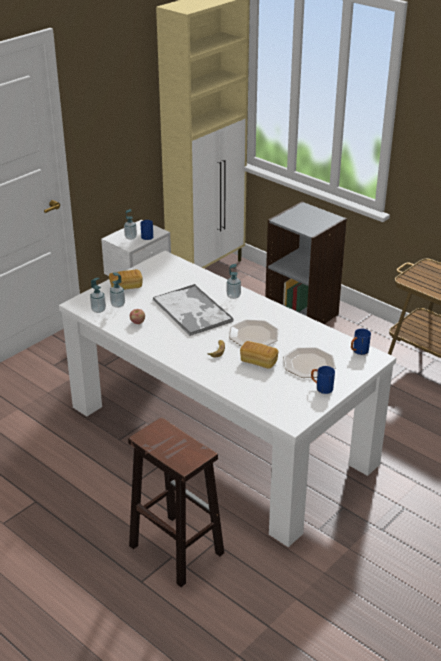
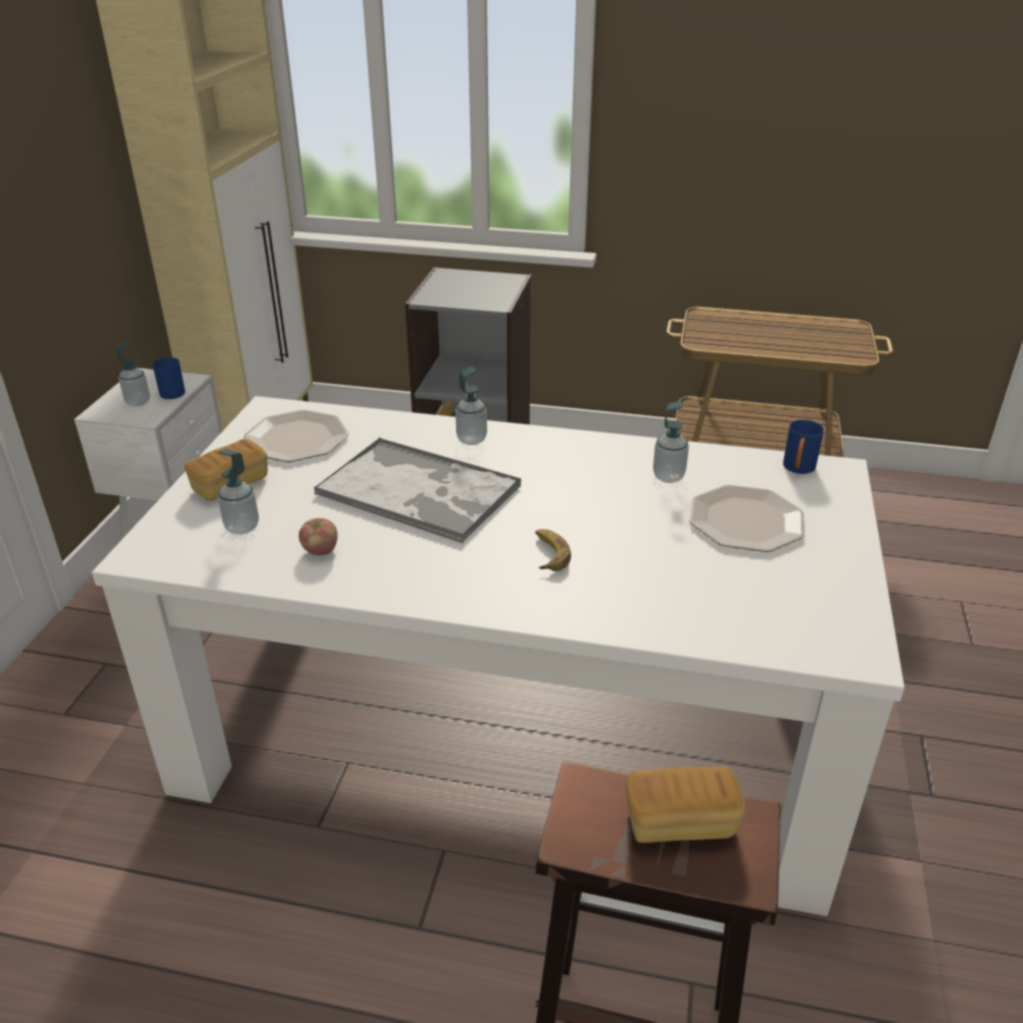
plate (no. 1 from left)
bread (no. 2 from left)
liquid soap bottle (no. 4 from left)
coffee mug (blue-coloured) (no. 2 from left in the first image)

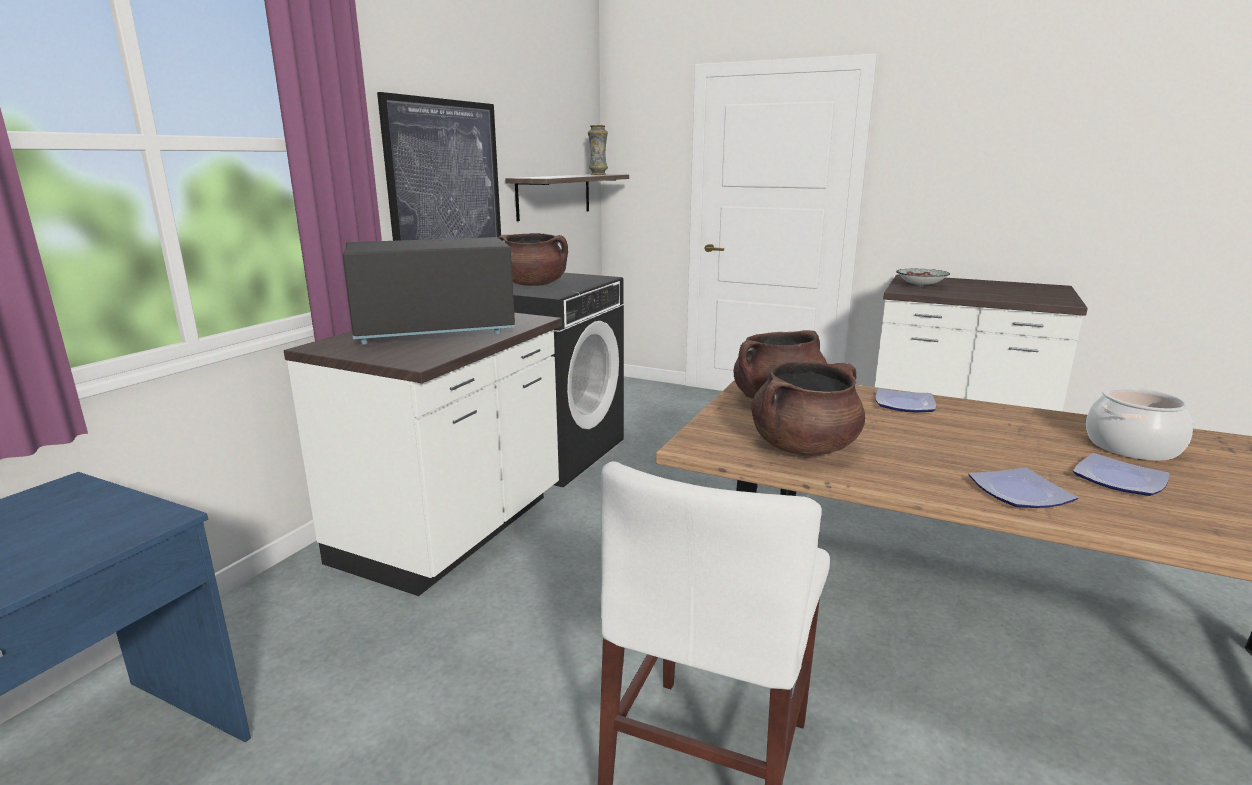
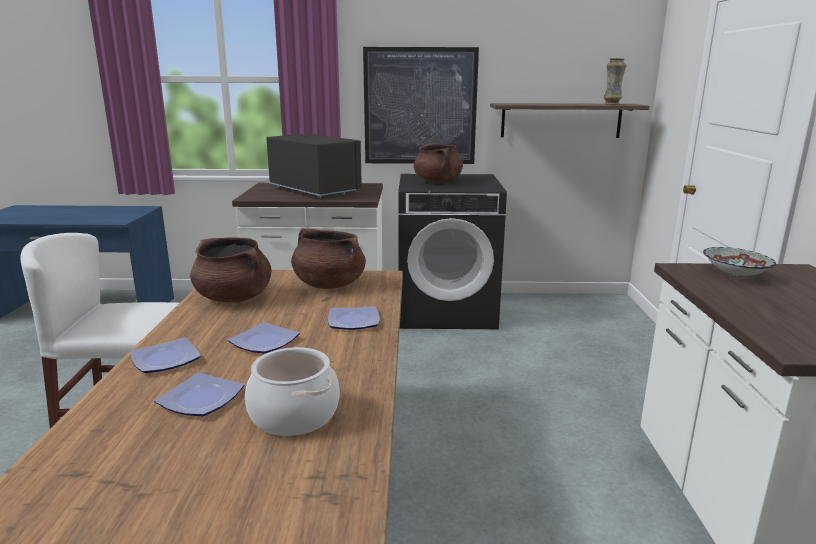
plate (no. 3 from left)

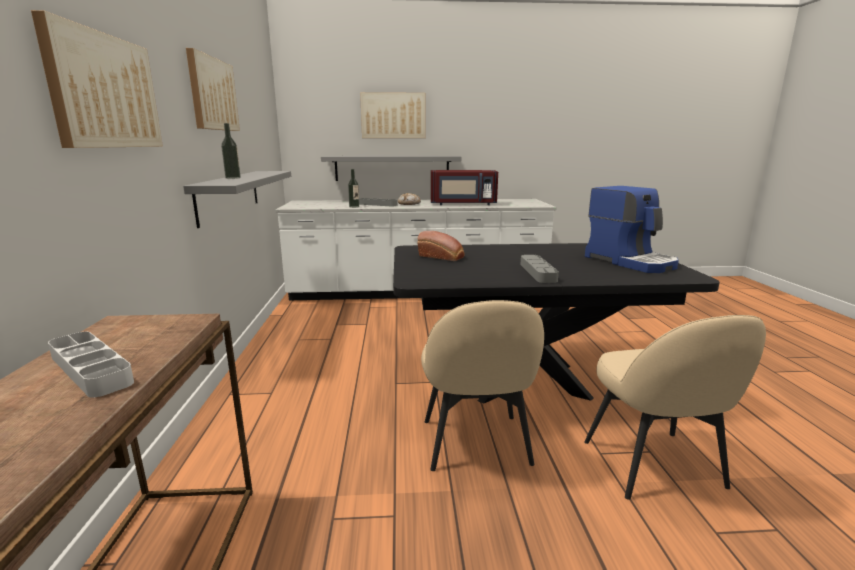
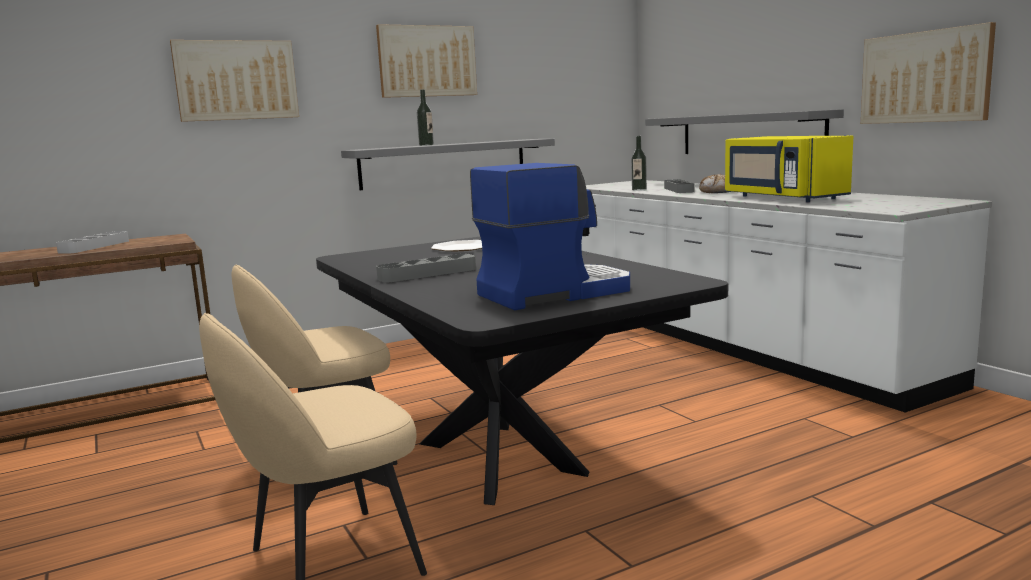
plate
coffee machine
kitchen microwave (yellowish)
wall art (no. 3 from left)

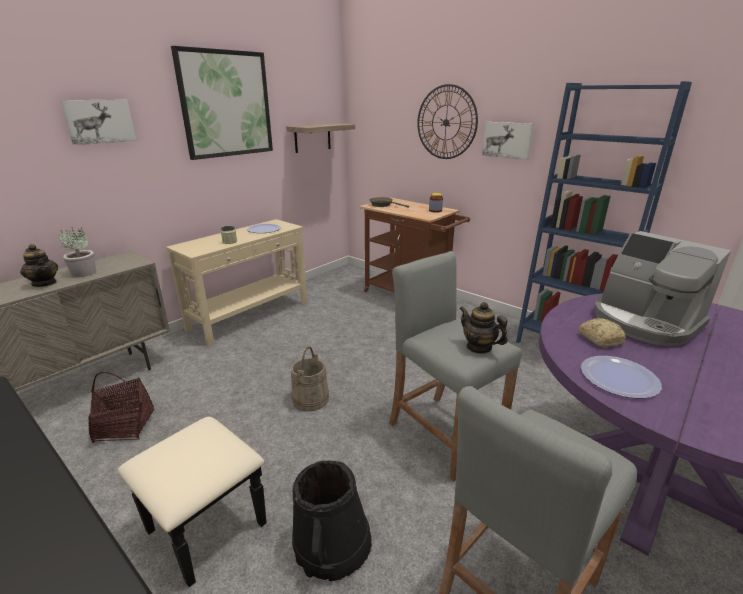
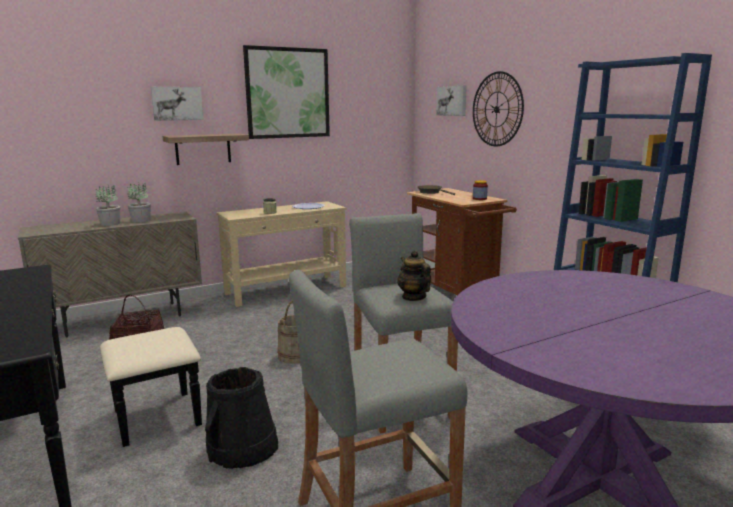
plant in a pot (no. 1 from left)
shelf
wall art (no. 3 from left)
bread
plate (no. 2 from left in the first image)
coffee machine

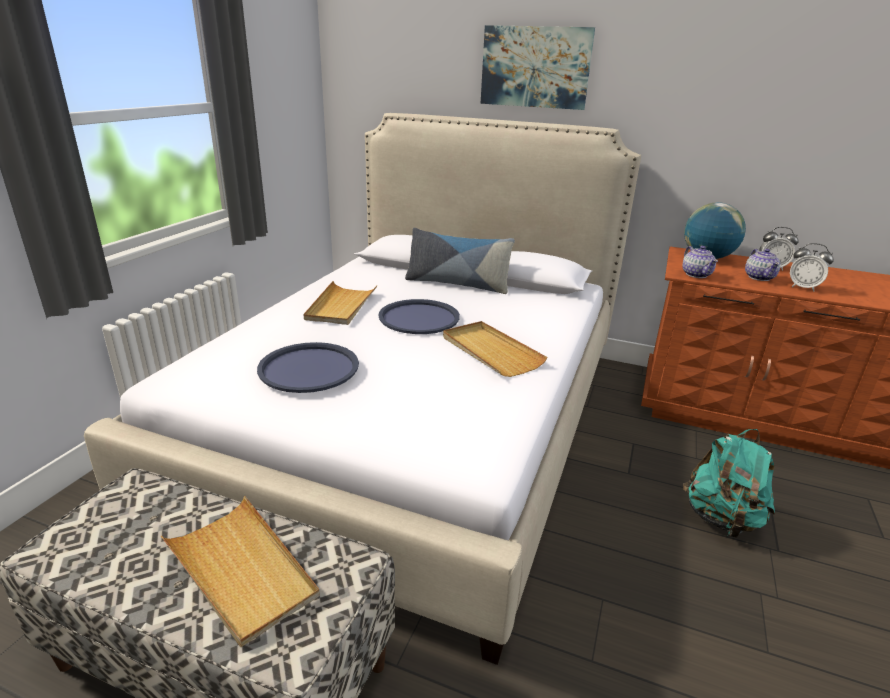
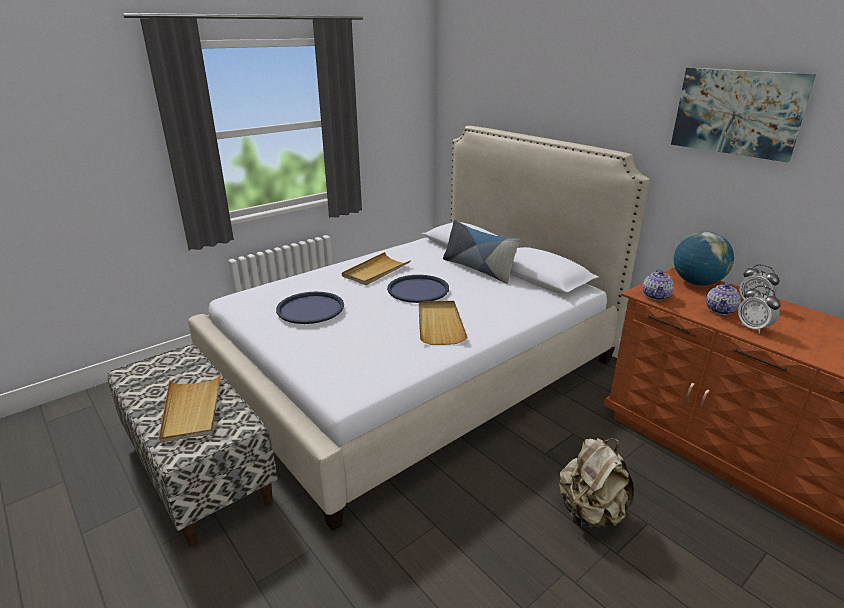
knapsack (beige)
wall art

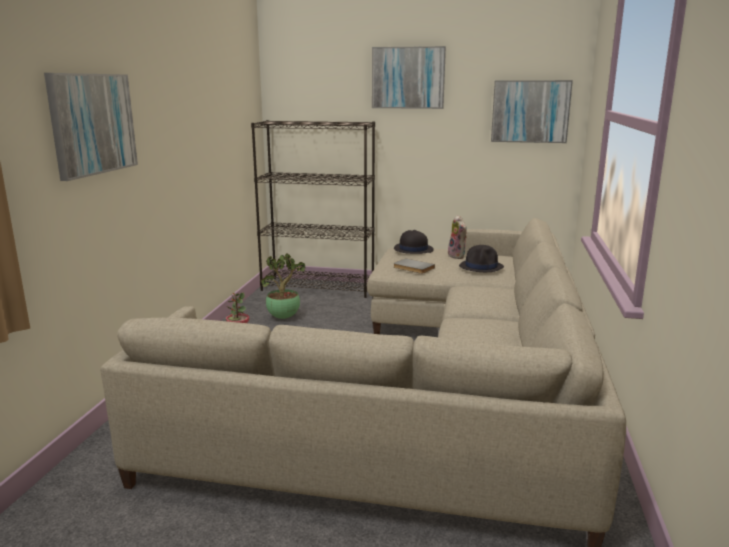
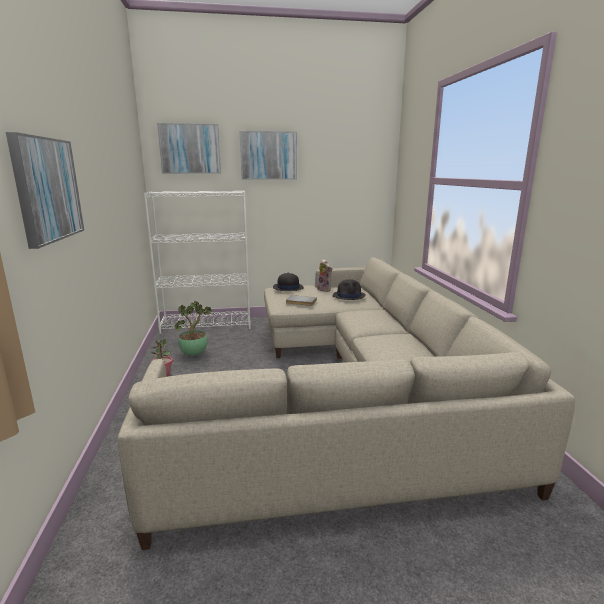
shelving unit (white-coloured)
wall art (no. 2 from left)

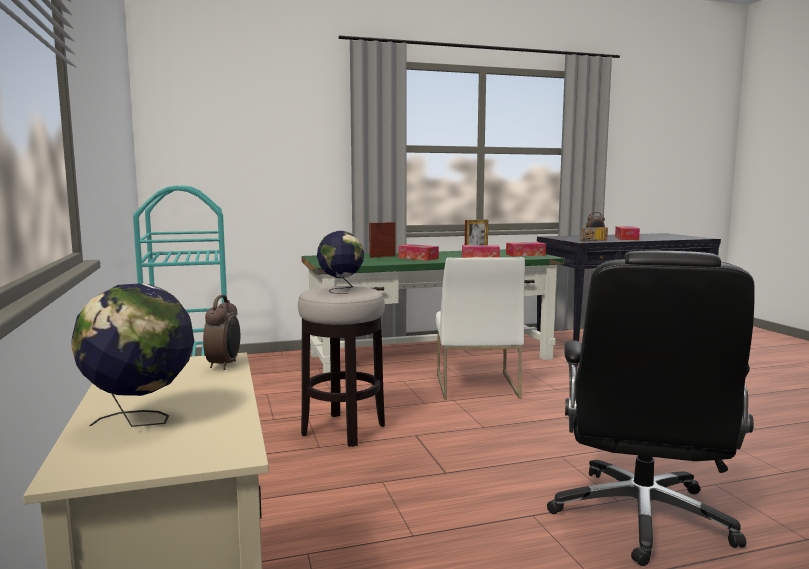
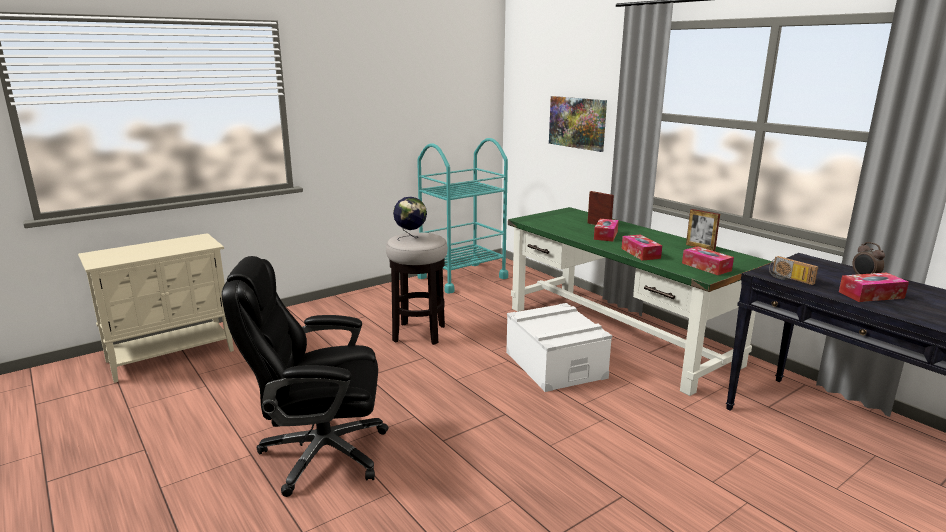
storage container (white-coloured)
wall art
desk globe (no. 1 from left in the first image)
table clock (no. 1 from left in the first image)

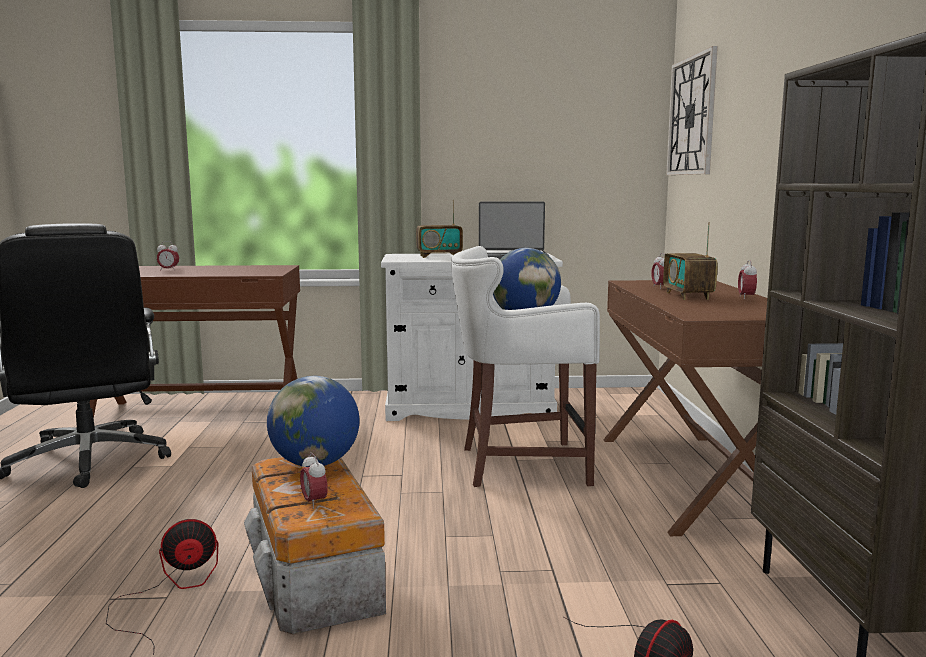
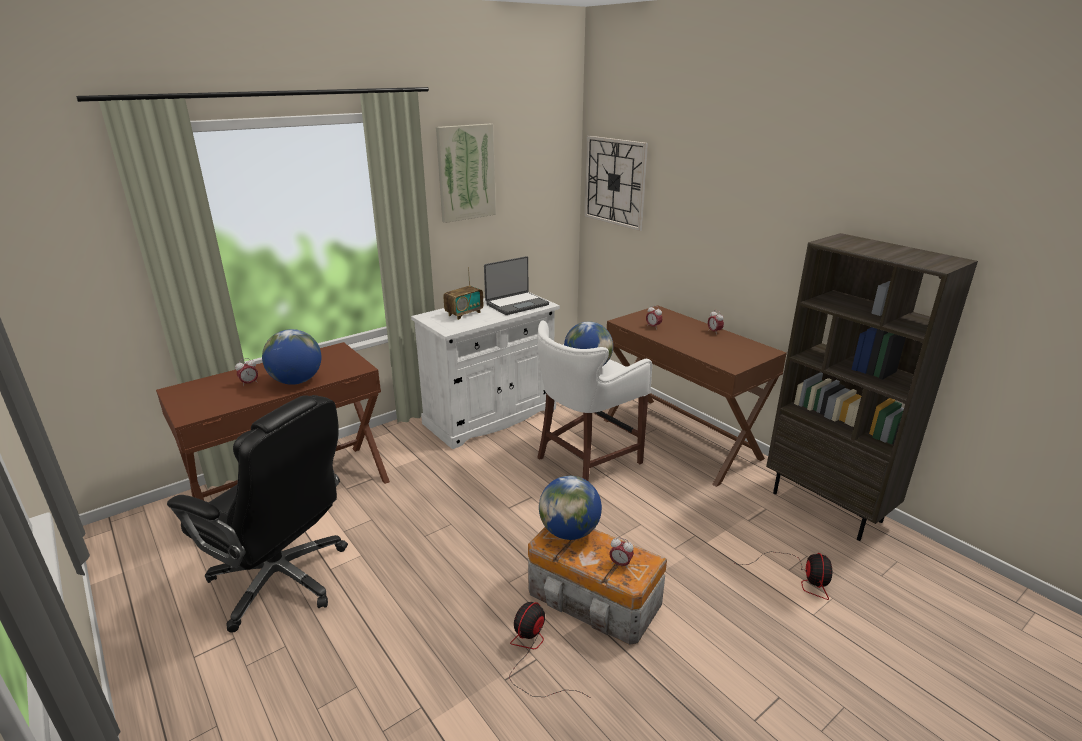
desk globe (no. 1 from left)
wall art
radio set (no. 2 from left in the first image)

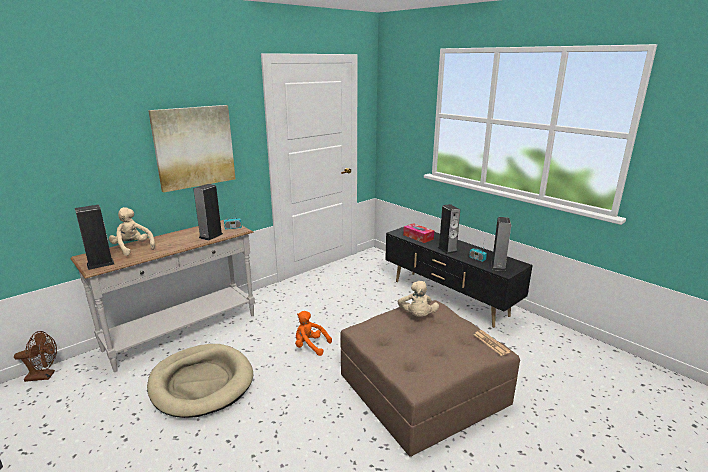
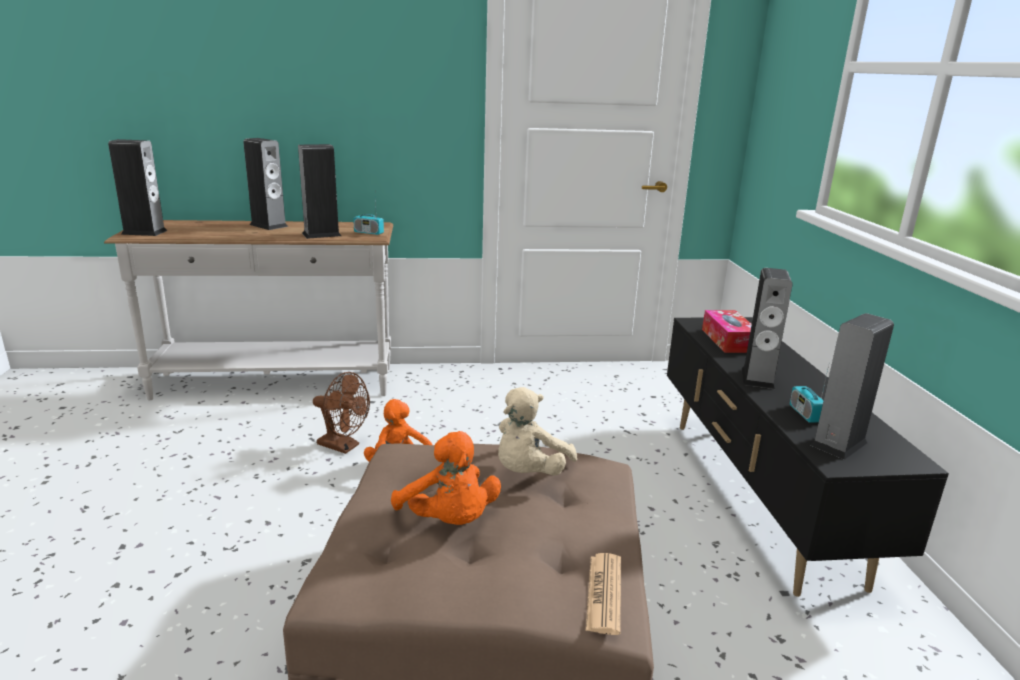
audio speaker (no. 2 from left)
cooling fan (brown-coloured)
soft toy (orange) (no. 2 from left)
soft toy (beige) (no. 1 from left in the first image)
pet bed (beige)
wall art

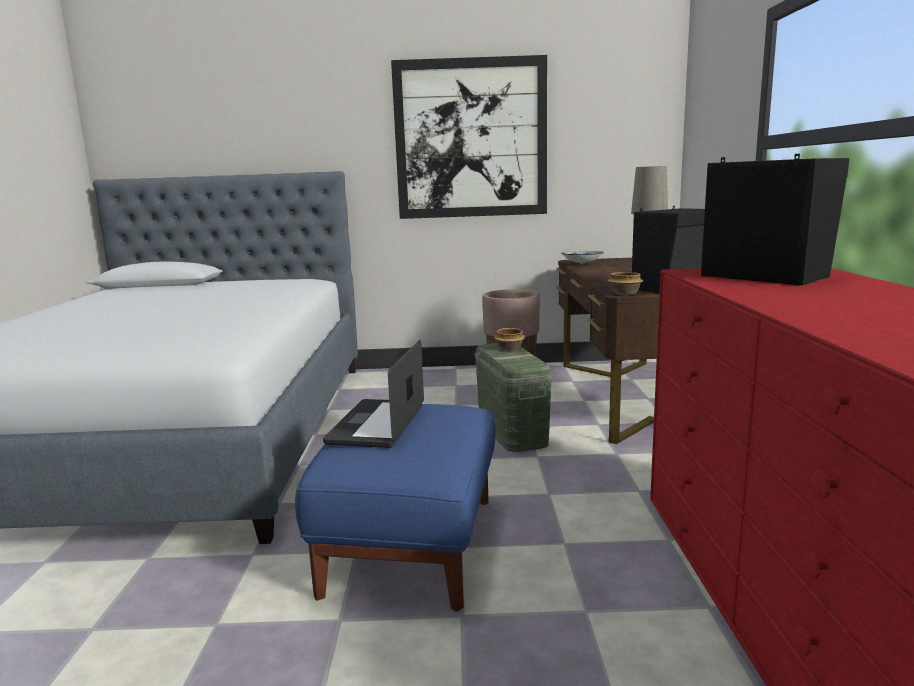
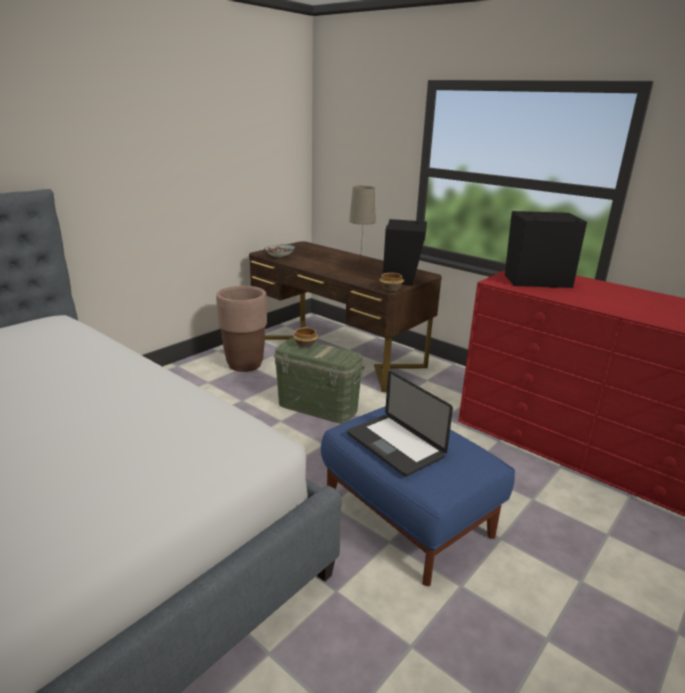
wall art

